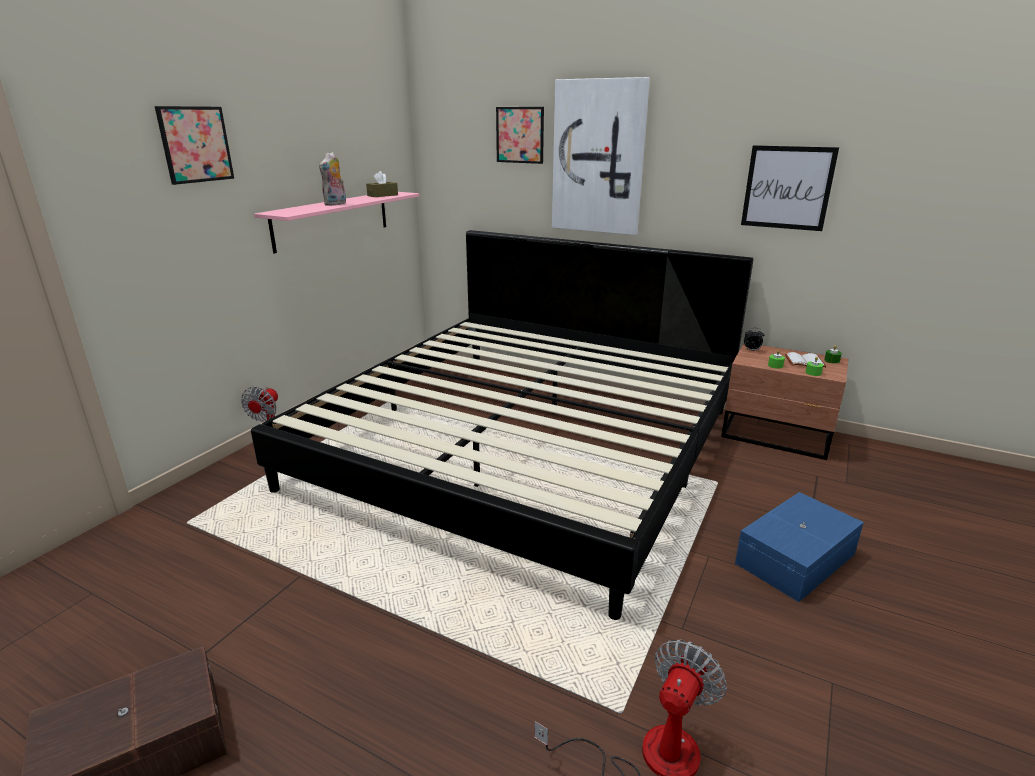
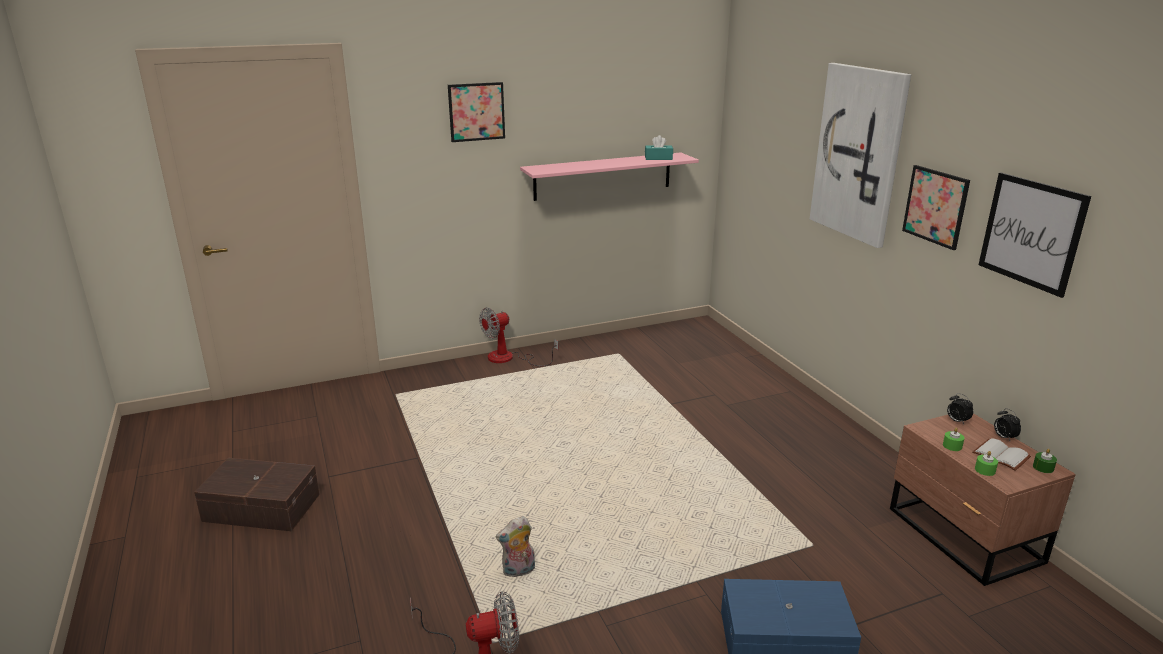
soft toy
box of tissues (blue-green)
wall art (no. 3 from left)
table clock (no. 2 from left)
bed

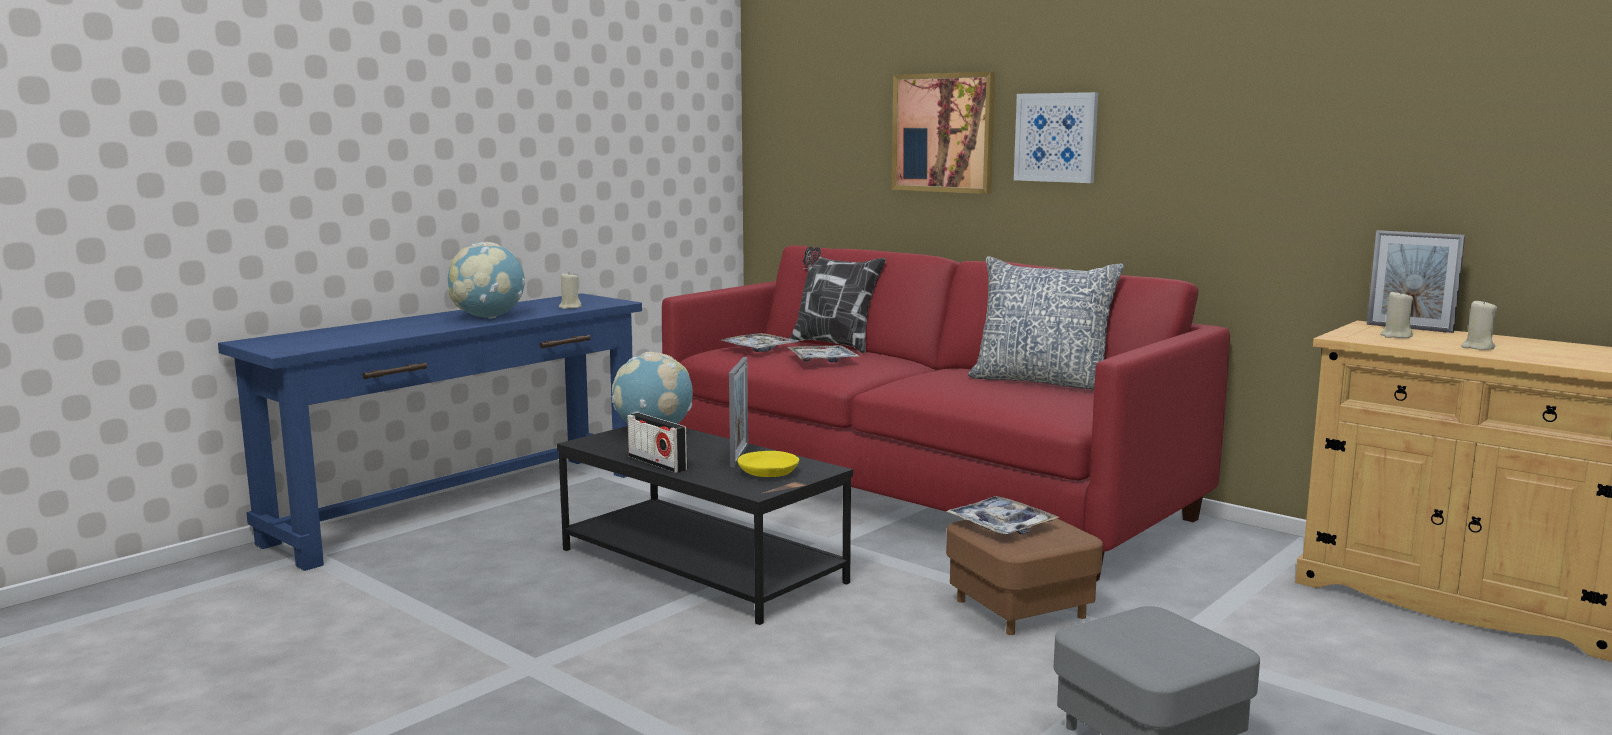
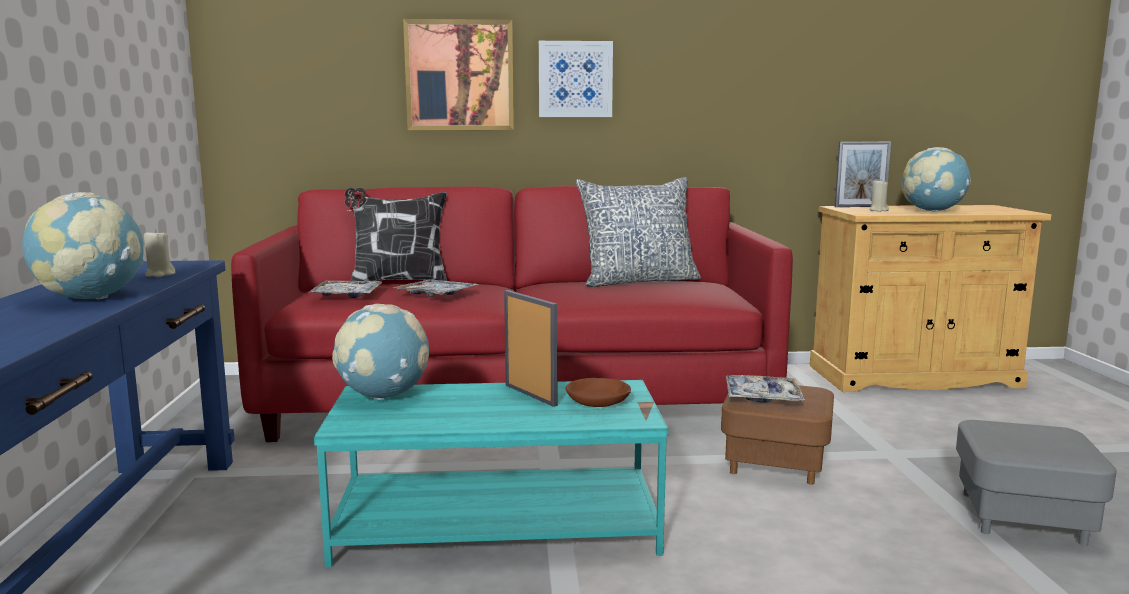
coffee table (blue-green)
serving bowl (brown-coloured)
desk globe (no. 3 from left)
radio set

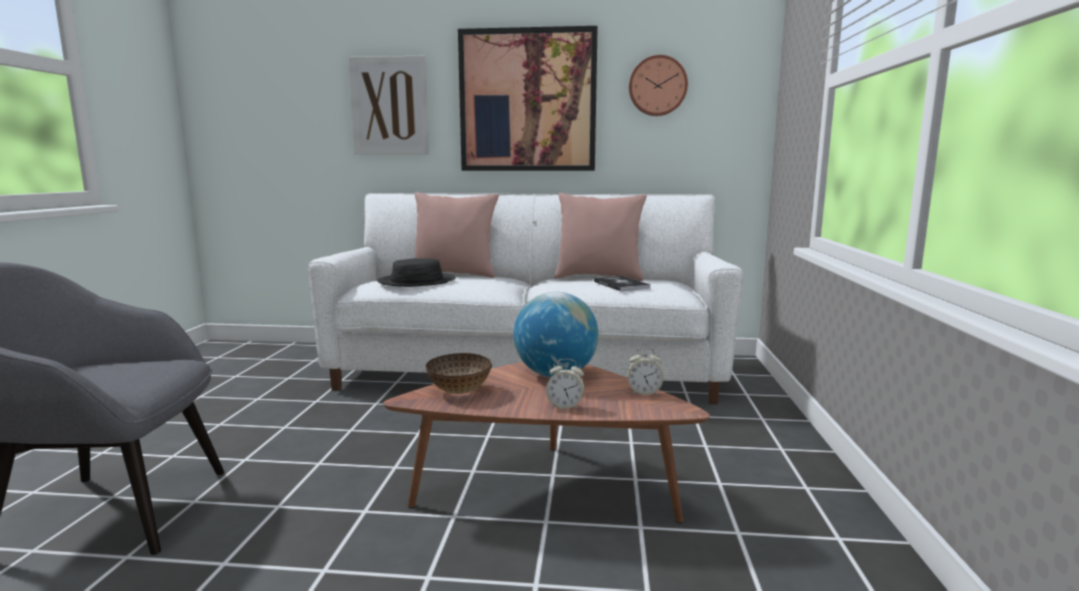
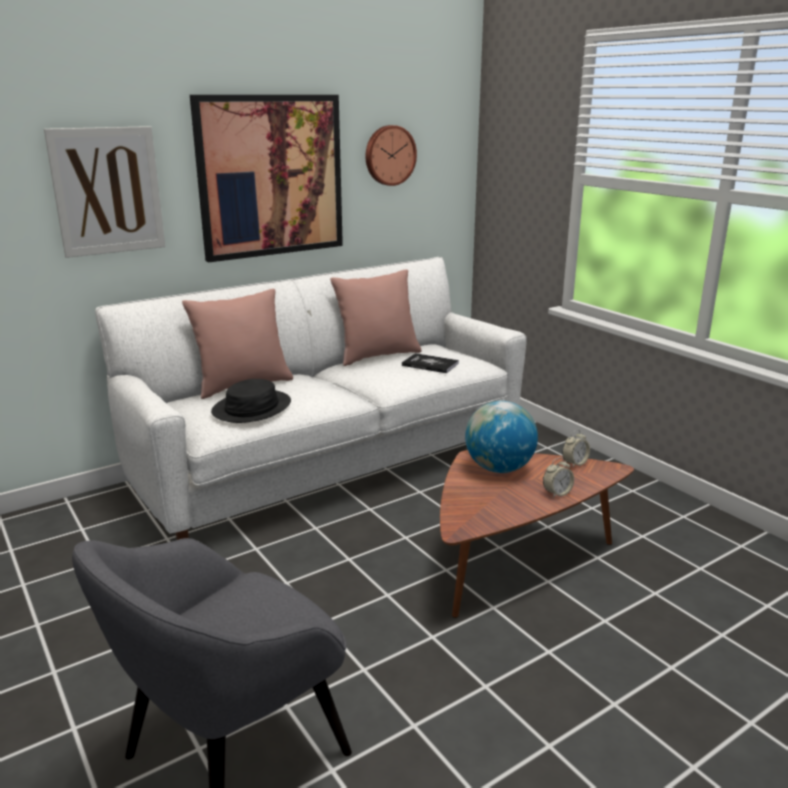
serving bowl

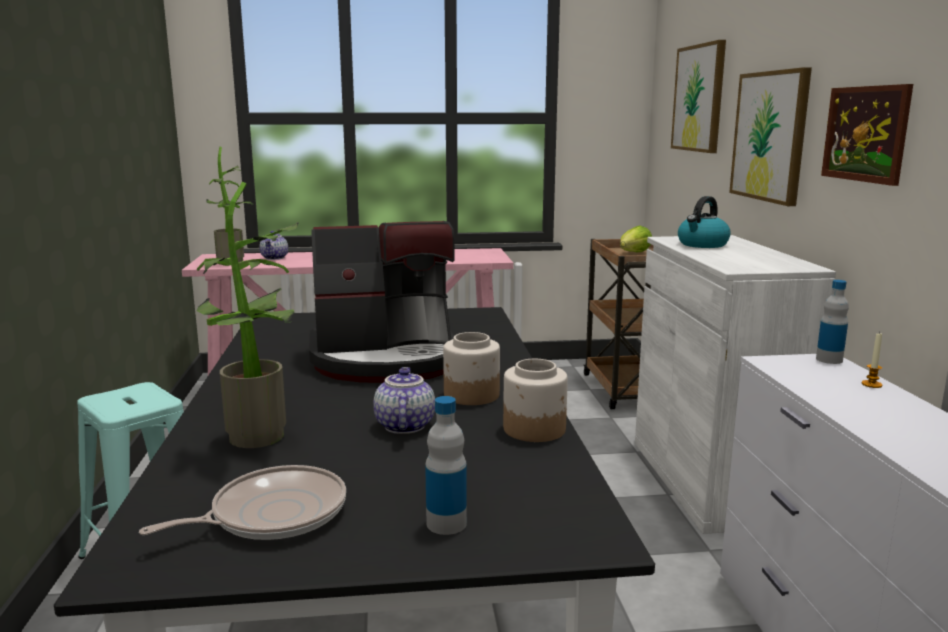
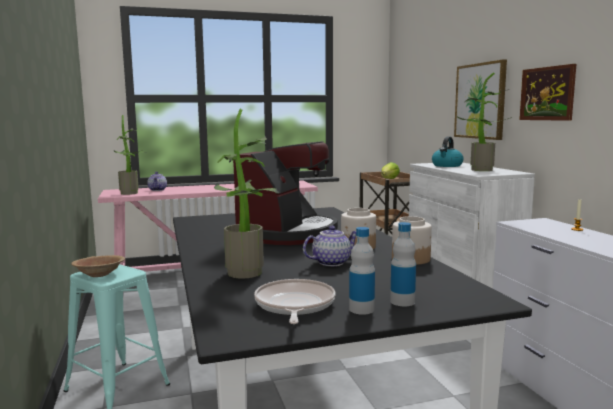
serving bowl (brown-coloured)
coffee machine
pan
pot for tea (no. 2 from left)
beverage bottle (no. 1 from left)
plant in a pot (no. 3 from left)
wall art (no. 1 from left in the first image)

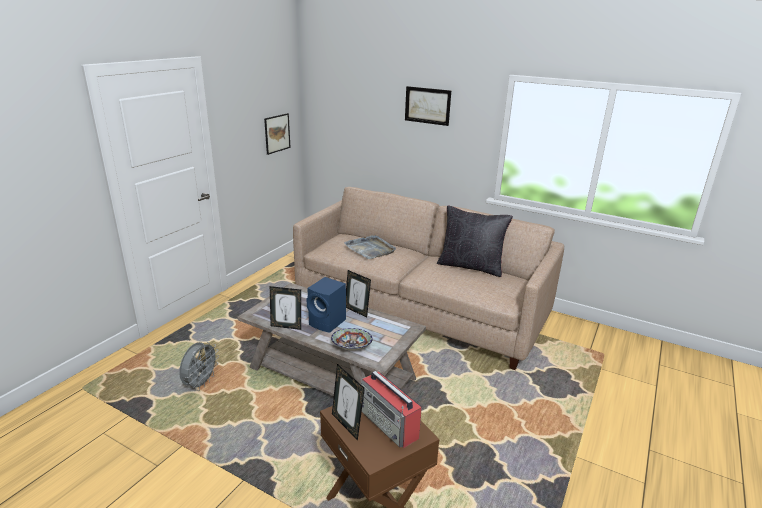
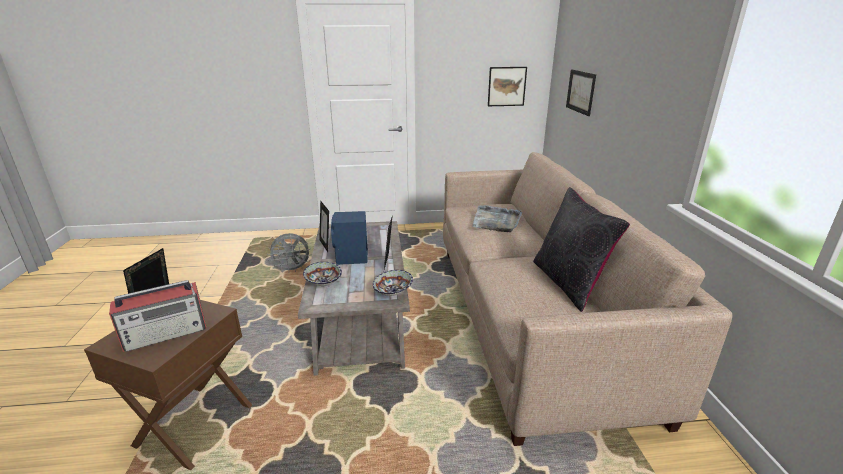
radio set
serving bowl (no. 2 from left)
wall art (no. 2 from left)

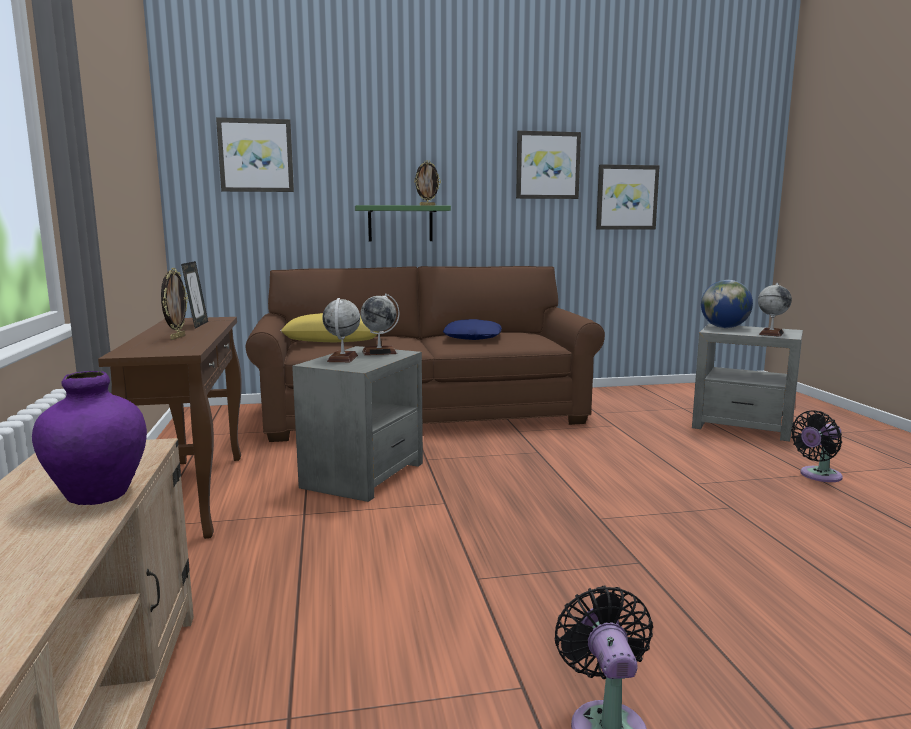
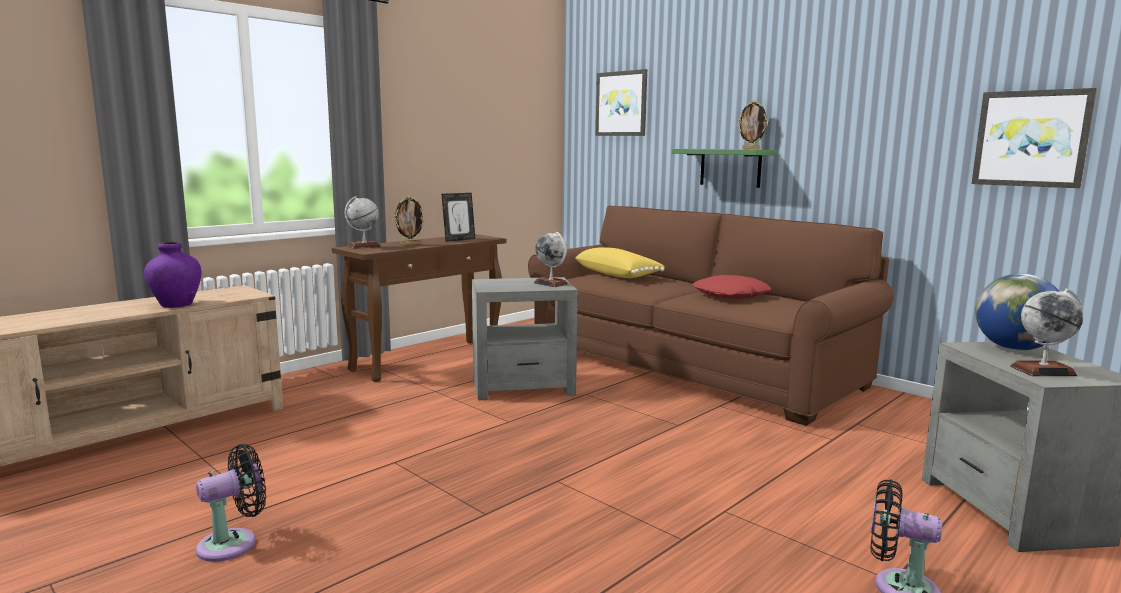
desk globe (no. 1 from left)
throw pillow (red-coloured)
wall art (no. 2 from left in the first image)

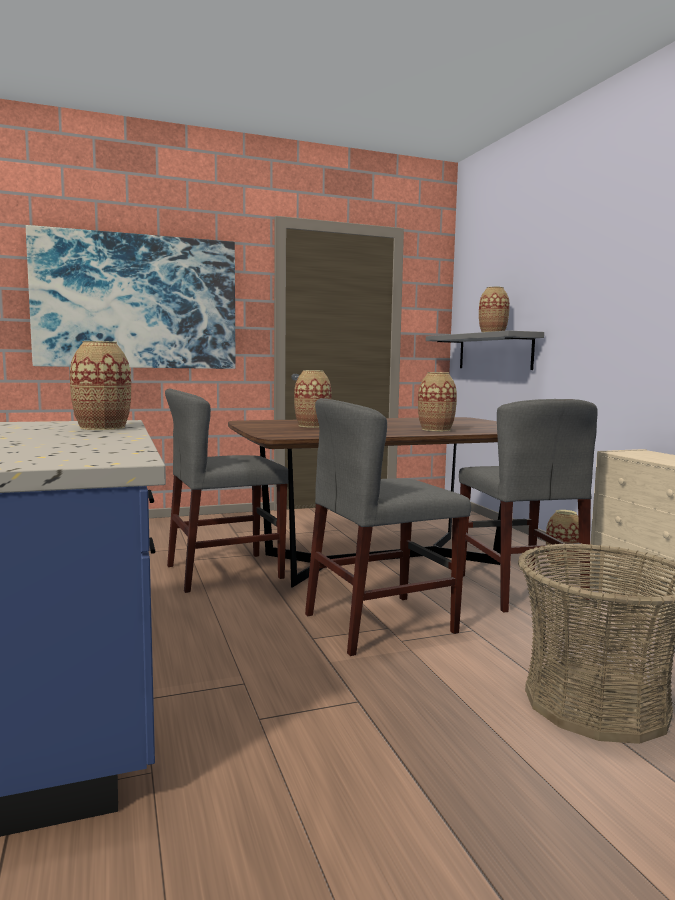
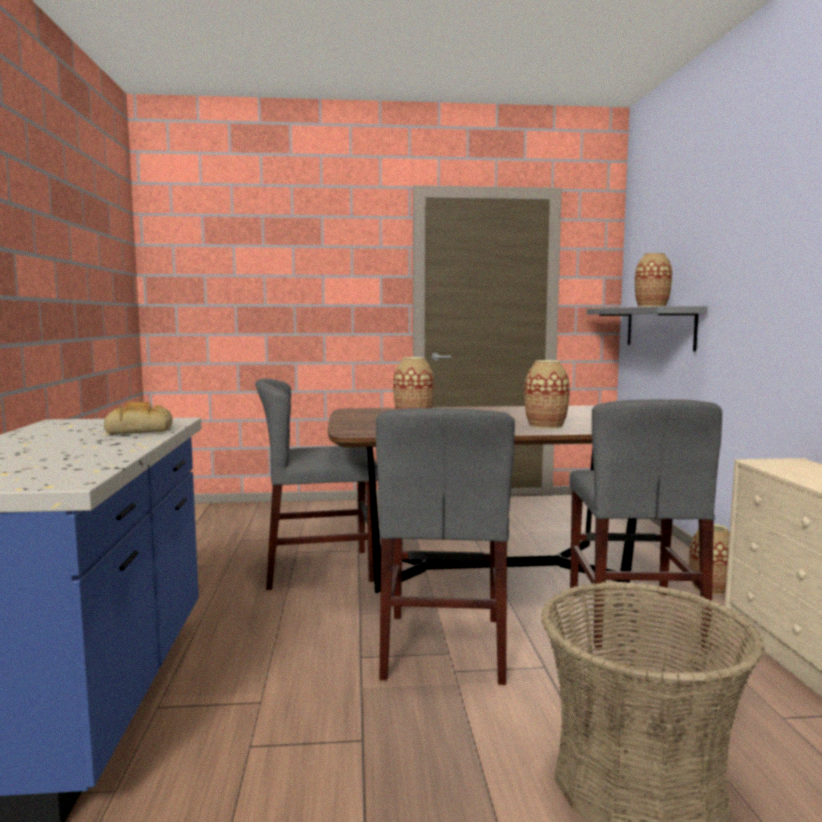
bread
upright chair (grey) (no. 2 from left)
wall art

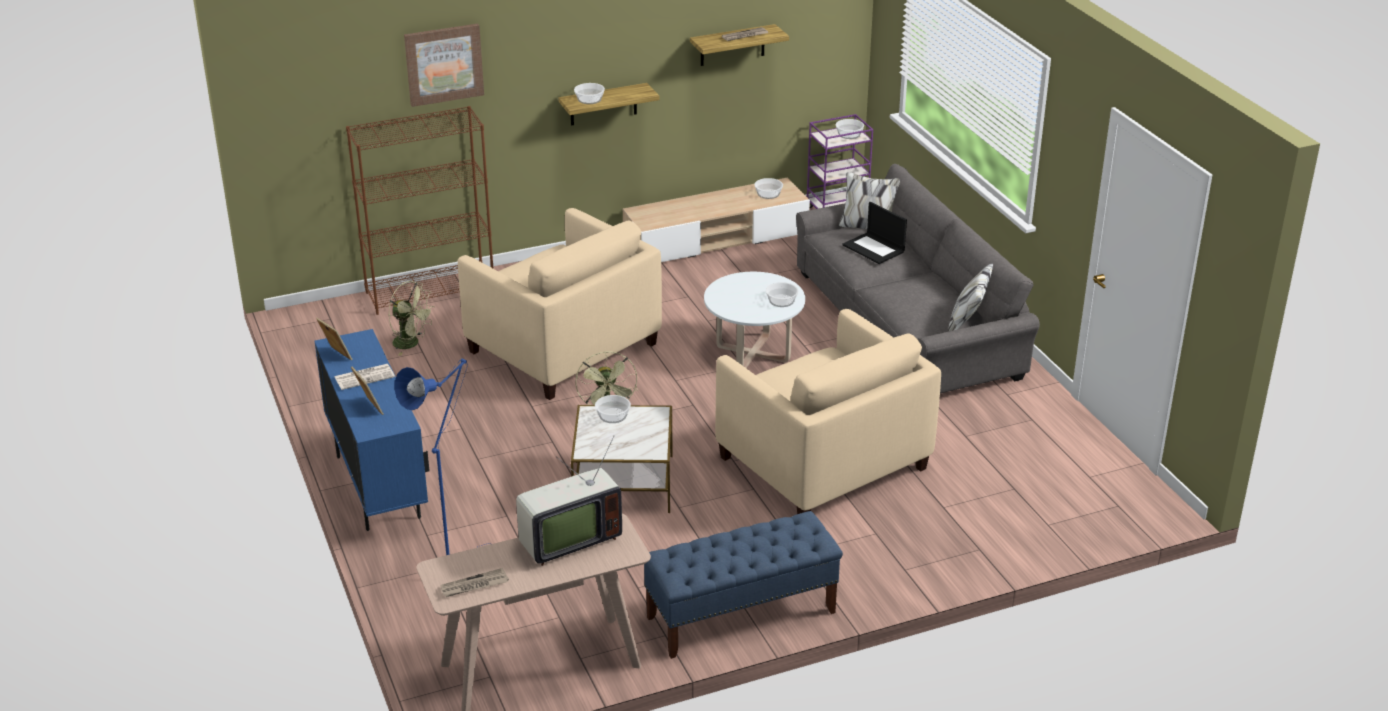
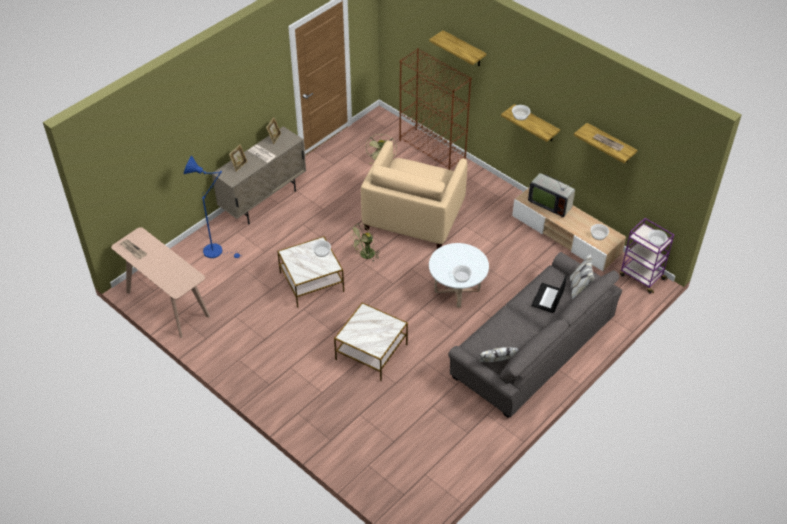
storage cabinet (beige)
side table (no. 2 from left)
shelf (no. 1 from left)
TV
indoor bench (blue-coloured)

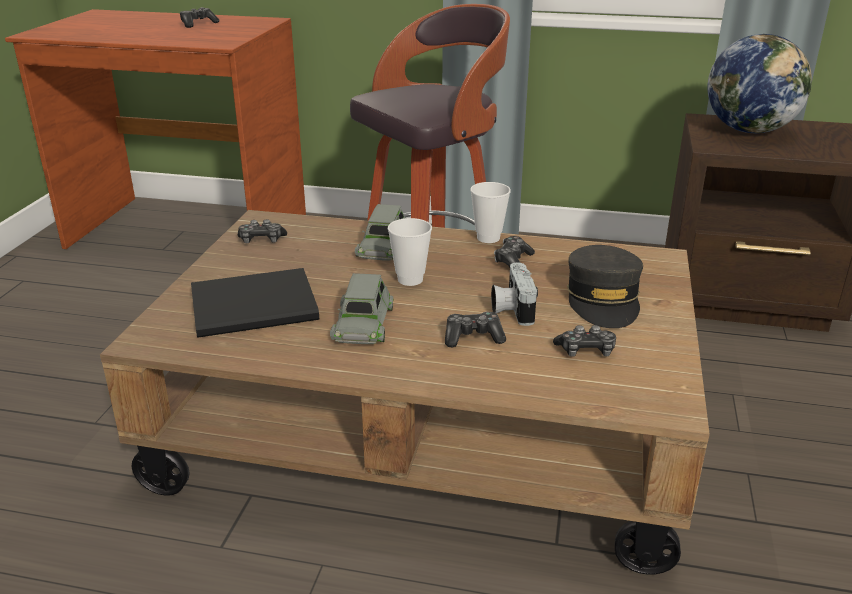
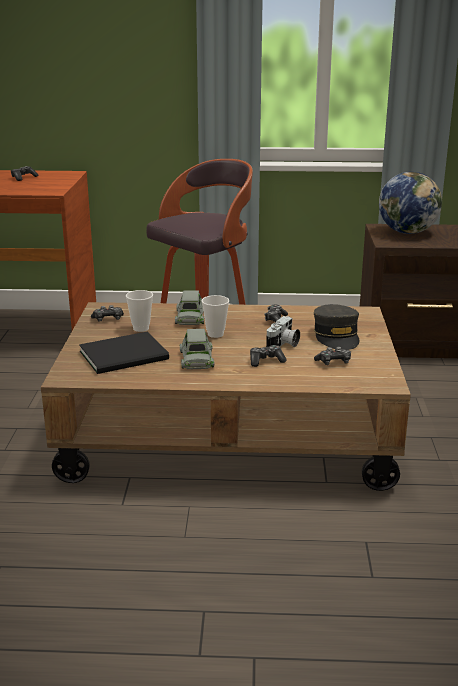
cup (no. 1 from left)
still camera

